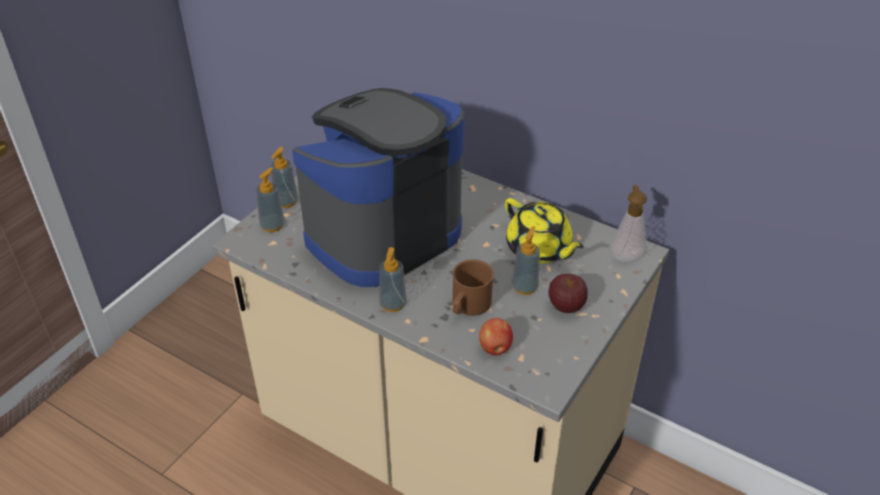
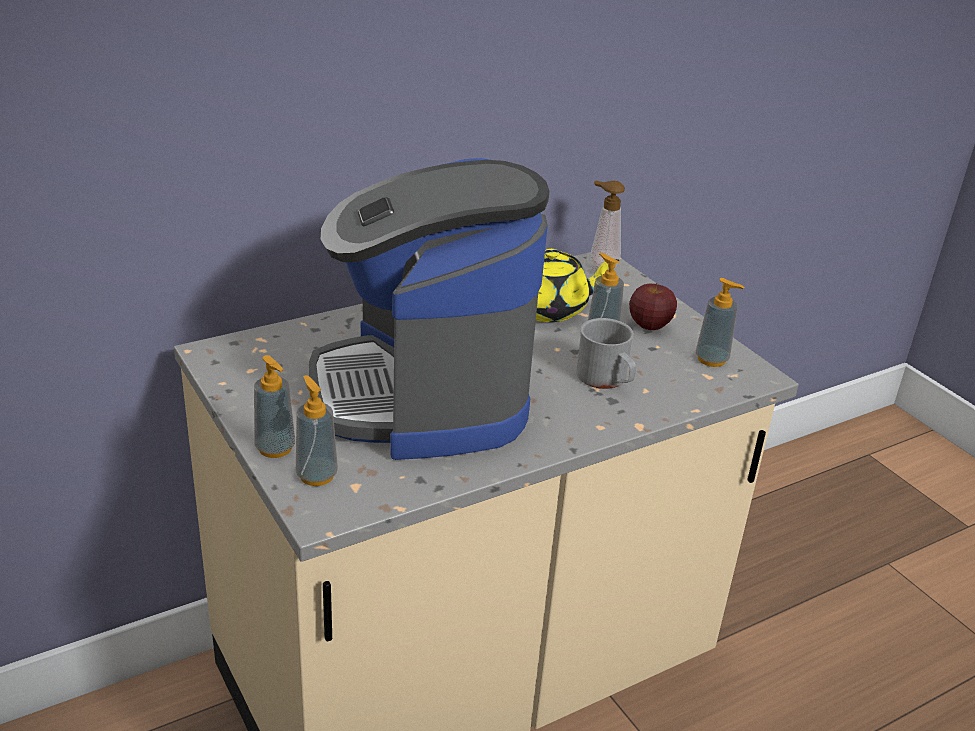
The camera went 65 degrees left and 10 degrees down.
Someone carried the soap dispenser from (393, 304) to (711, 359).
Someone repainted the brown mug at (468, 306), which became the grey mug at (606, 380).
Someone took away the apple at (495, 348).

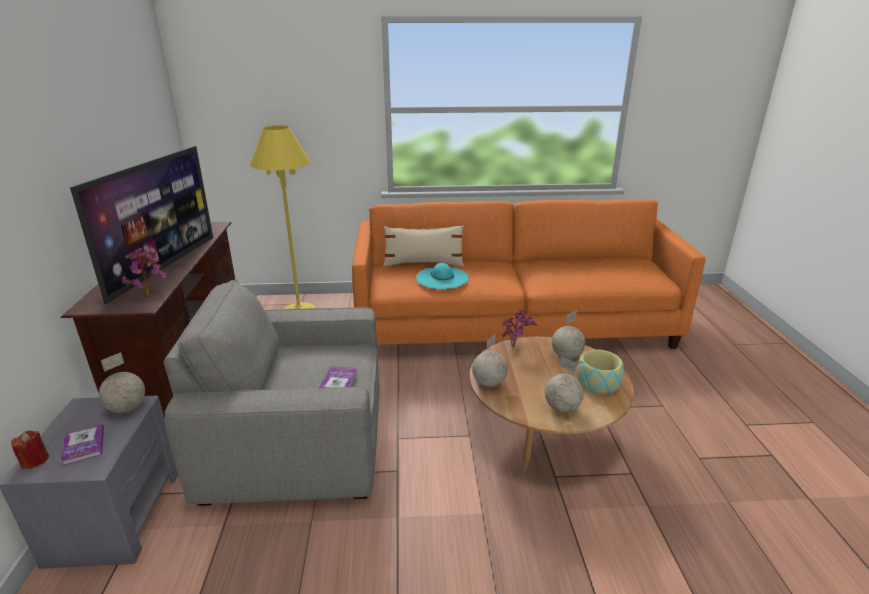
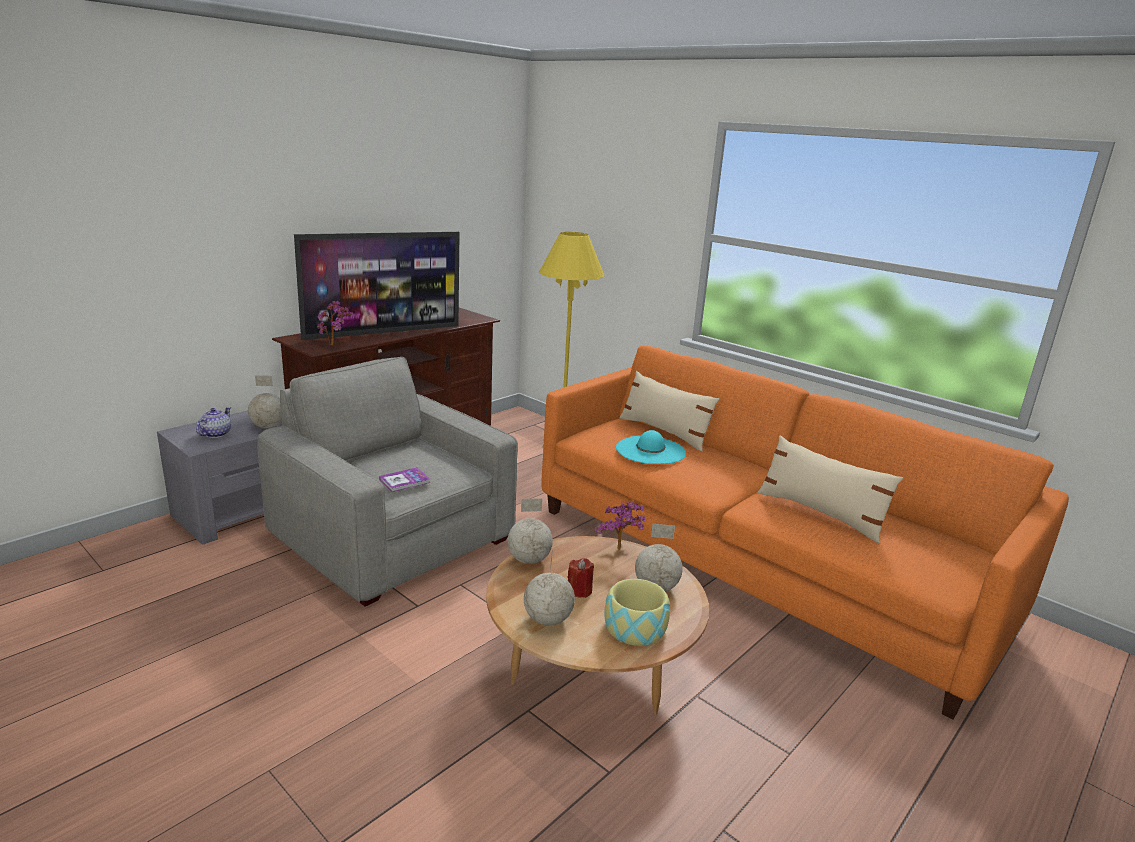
The camera went 45 degrees right and 5 degrees down.
Someone swapped the book at (83, 445) for the teapot at (215, 434).
Someone carried the red candle from (35, 460) to (579, 590).
Someone put down the beige pillow at (820, 513).

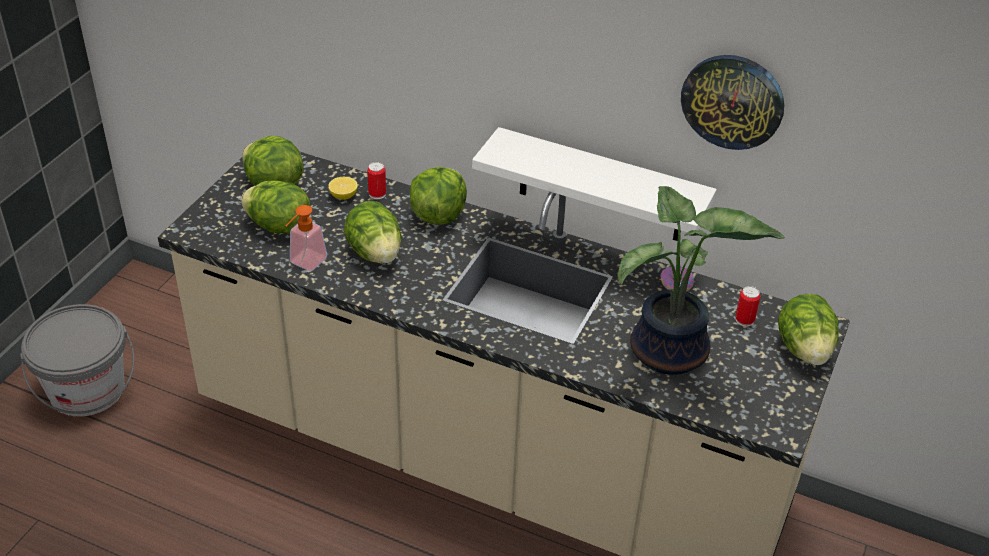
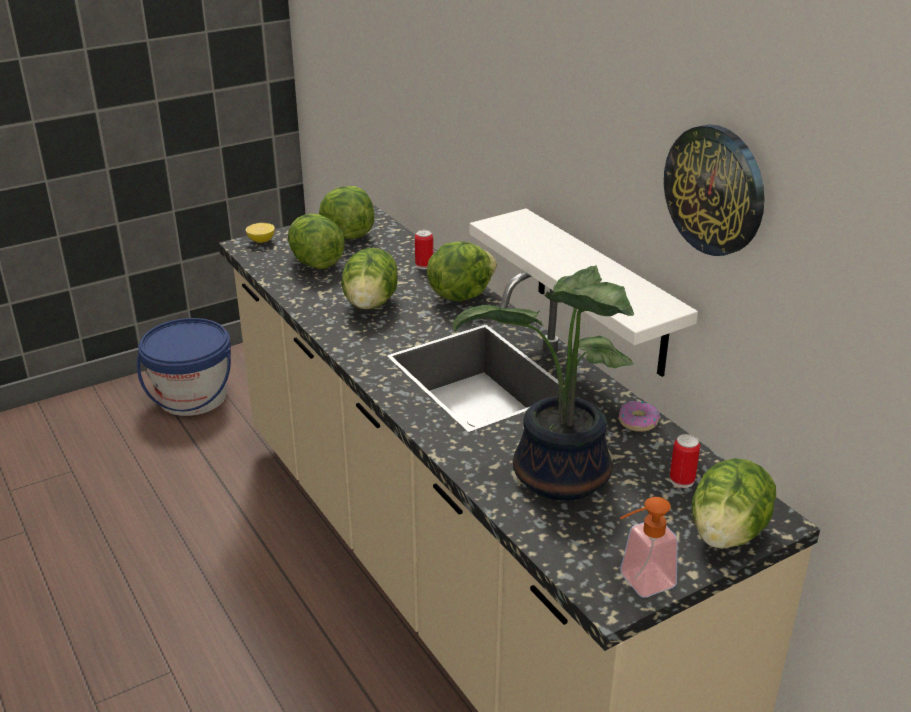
The camera went 35 degrees right and 10 degrees down.
Someone carried the lemon from (343, 196) to (261, 241).
Someone carried the soap dispenser from (304, 264) to (639, 583).
Someone repainted the grey bucket at (87, 390), which became the blue bucket at (193, 397).

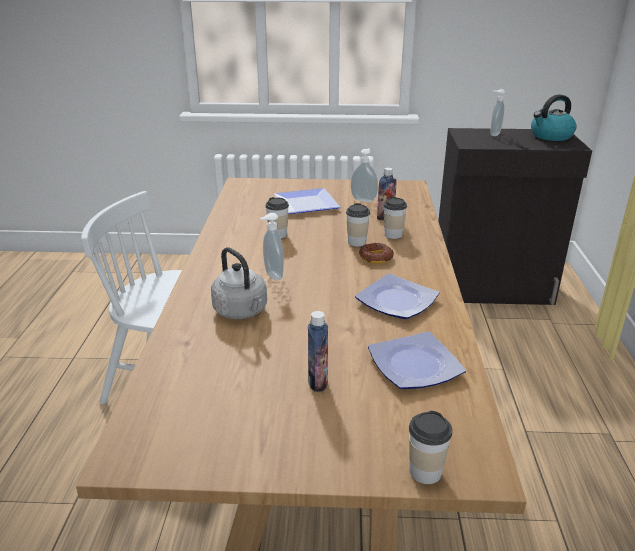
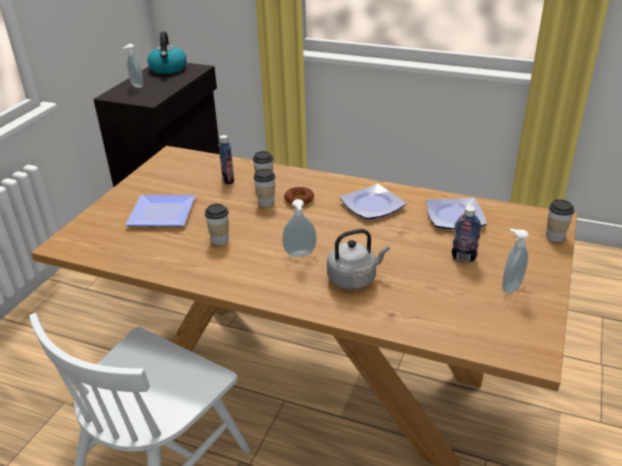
The camera went 70 degrees left and 5 degrees up.
Someone carried the soap dispenser from (364, 199) to (510, 287).

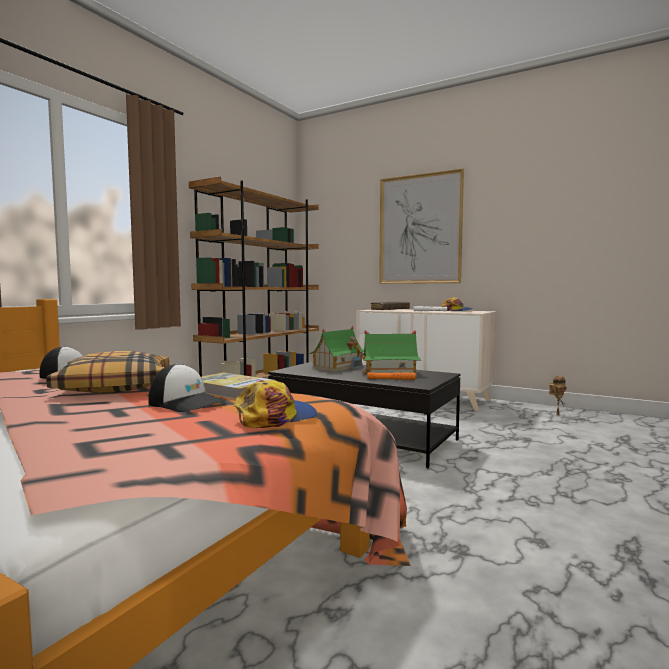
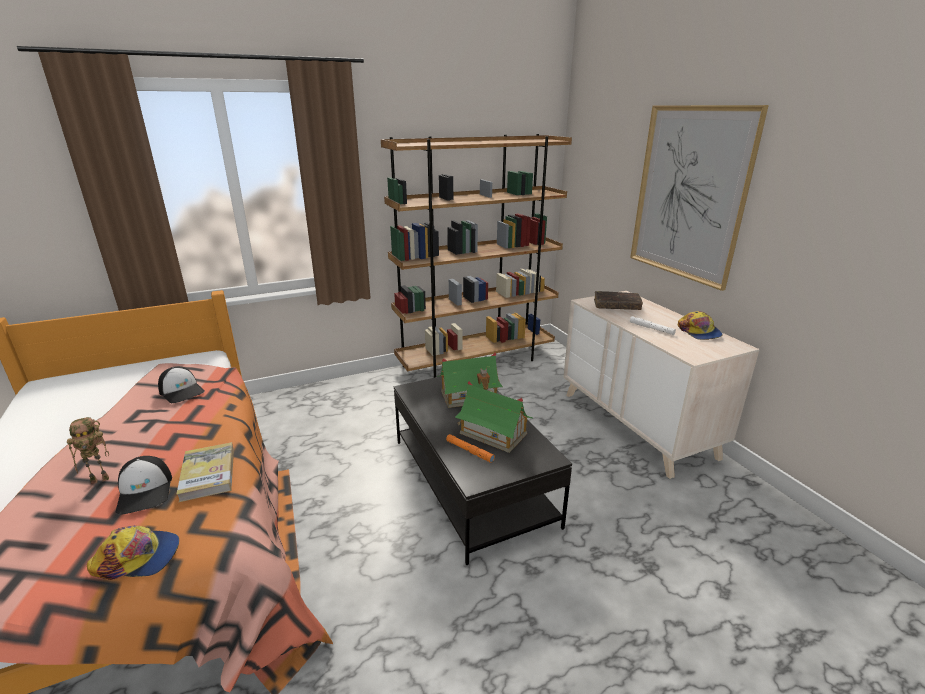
The camera went 35 degrees right and 20 degrees up.
Someone took away the pillow at (116, 386).
Someone carried the toy robot from (556, 414) to (101, 479).

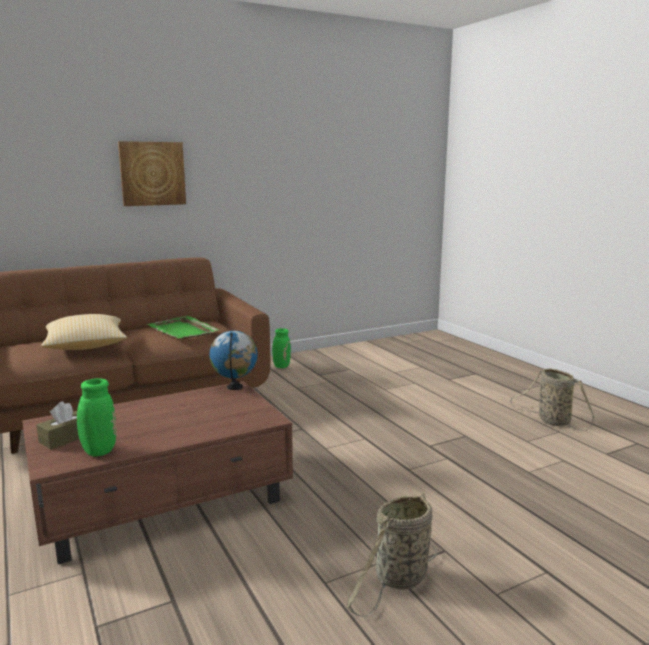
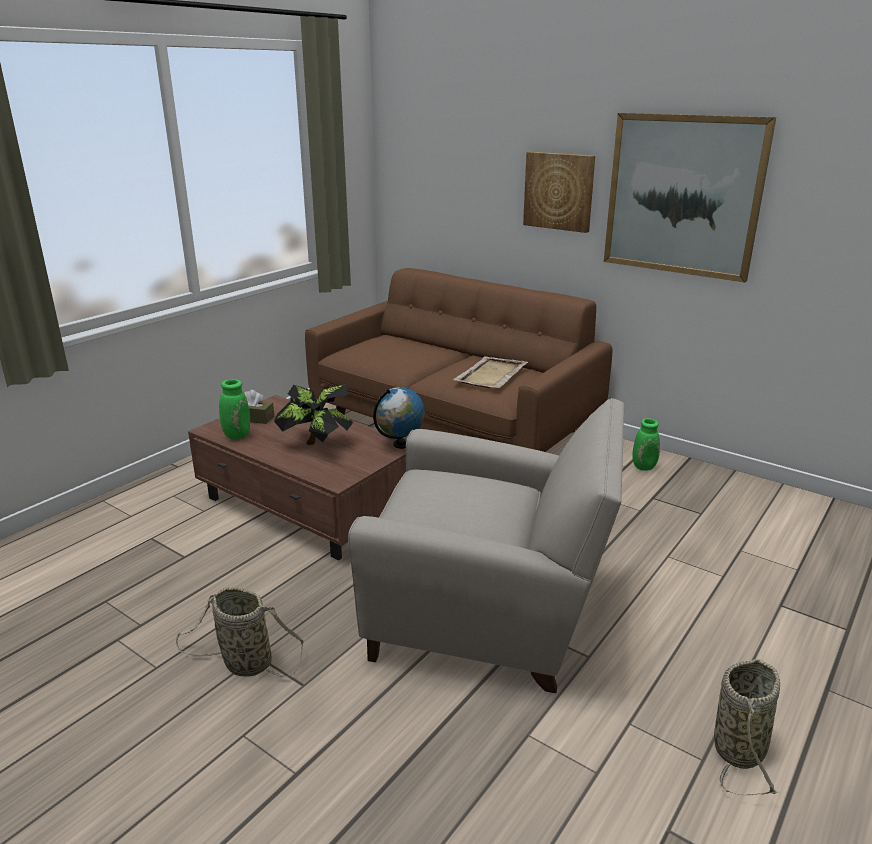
The camera went 65 degrees right and 10 degrees up.
Someone took away the pillow at (86, 347).
Someone repainted the green tray at (183, 330), which became the beige tray at (490, 375).
Someone put up the picture at (683, 195).
Someone put down the potted plant at (317, 446).
Someone put down the beige armchair at (491, 617).

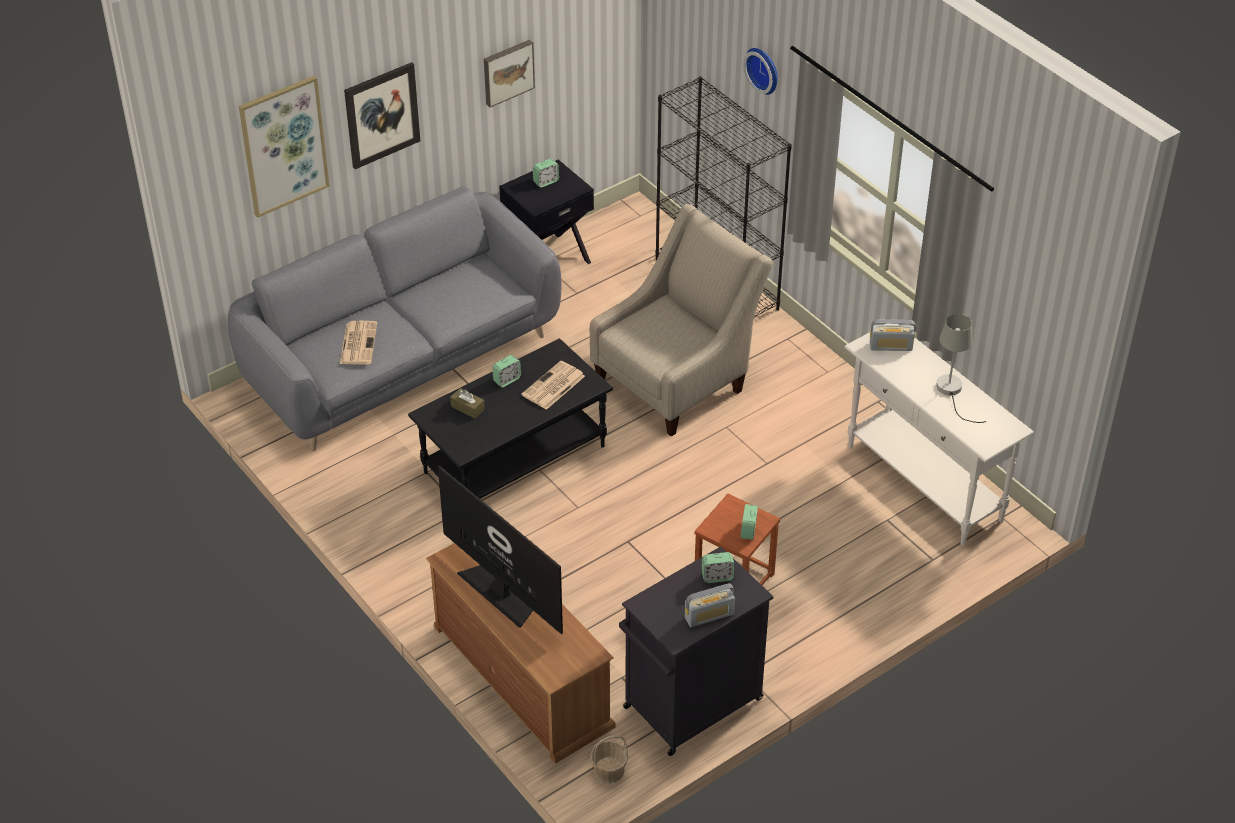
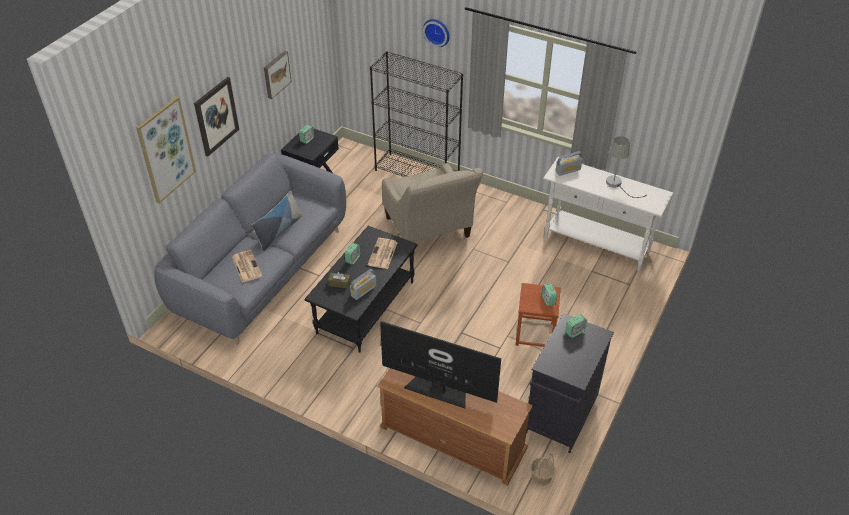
The camera went 25 degrees left and 0 degrees up.
Someone rotated the beige armchair at (677, 380) by 135 degrees clockwise.
Someone carried the radio from (709, 616) to (363, 291).
Someone put down the pillow at (279, 231).

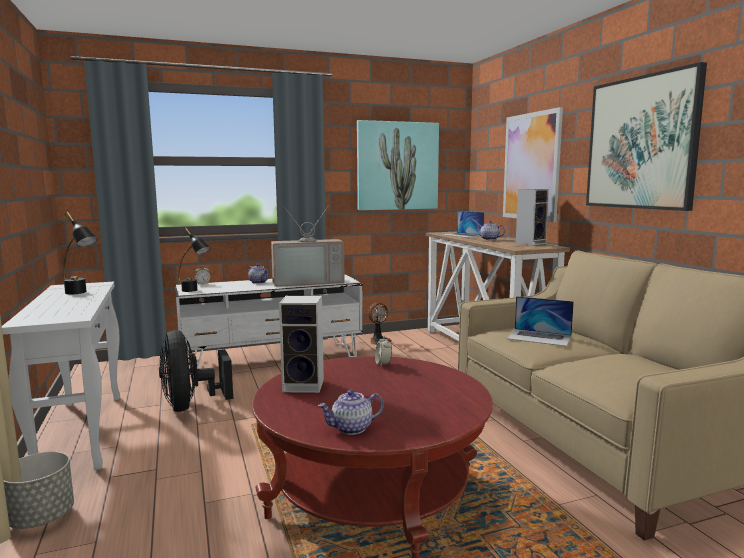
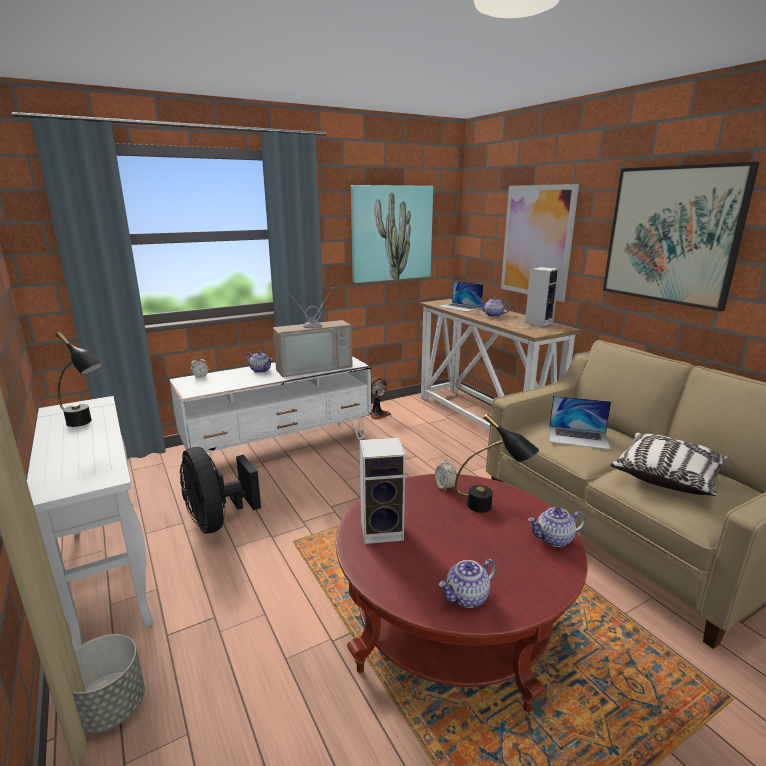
The camera went 10 degrees left and 10 degrees up.
Someone carried the black table lamp from (194, 291) to (491, 508).
Someone put down the pillow at (666, 476).
Someone put down the teapot at (554, 539).

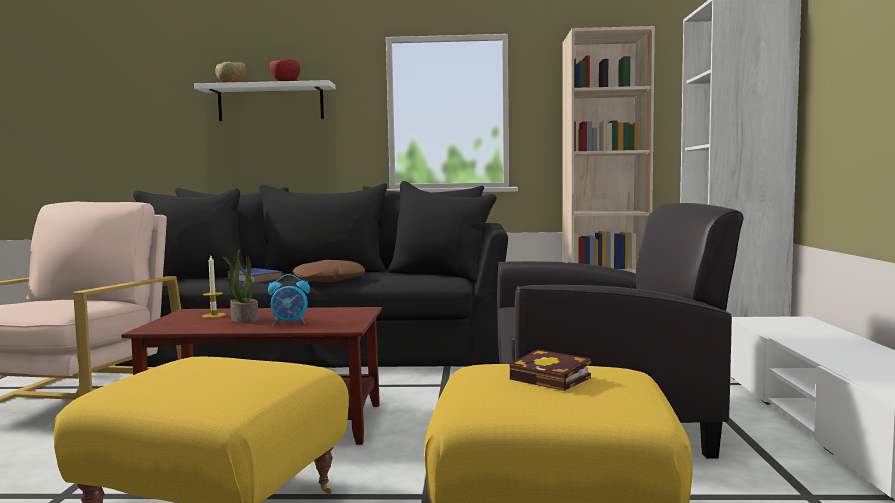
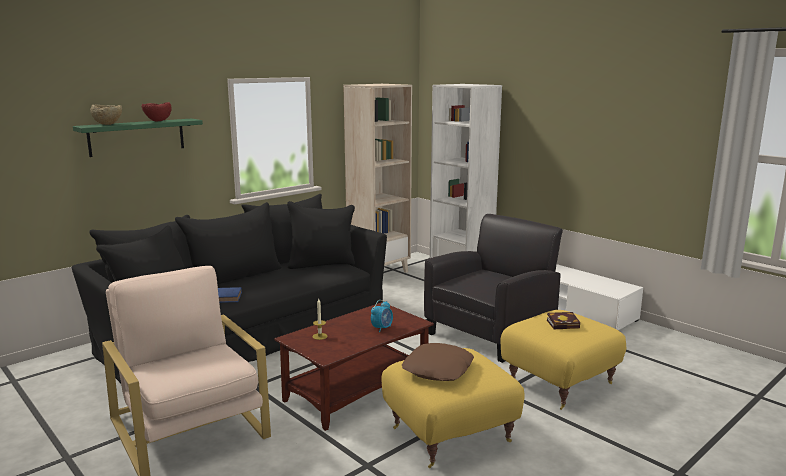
The camera went 45 degrees left and 10 degrees up.
Someone repainted the white shelf at (270, 103), which became the green shelf at (137, 137).
Someone took away the potted plant at (243, 320).
Someone carried the brown pillow from (329, 280) to (438, 369).

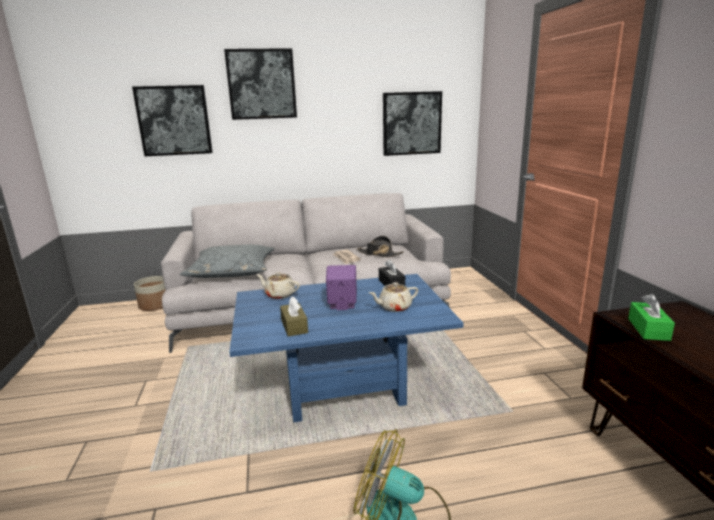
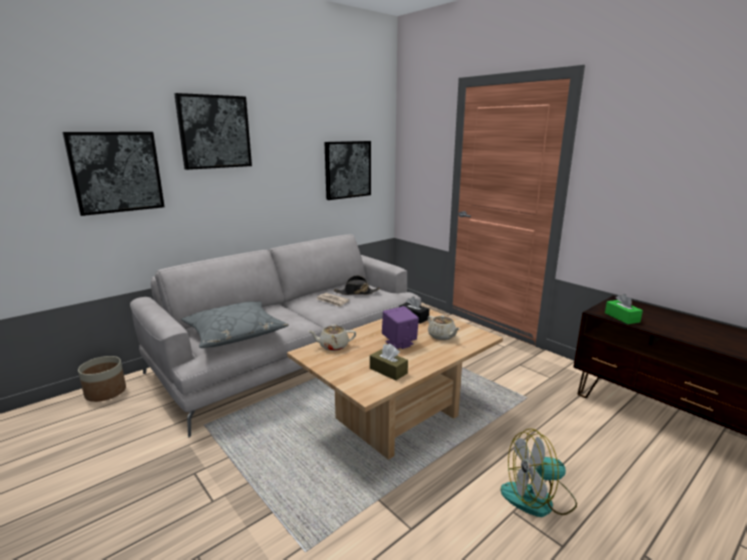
The camera went 30 degrees left and 0 degrees up.
Someone repainted the blue coffee table at (343, 387), which became the beige coffee table at (397, 417).
Someone rotated the beige teapot at (394, 307) by 75 degrees counterclockwise.

